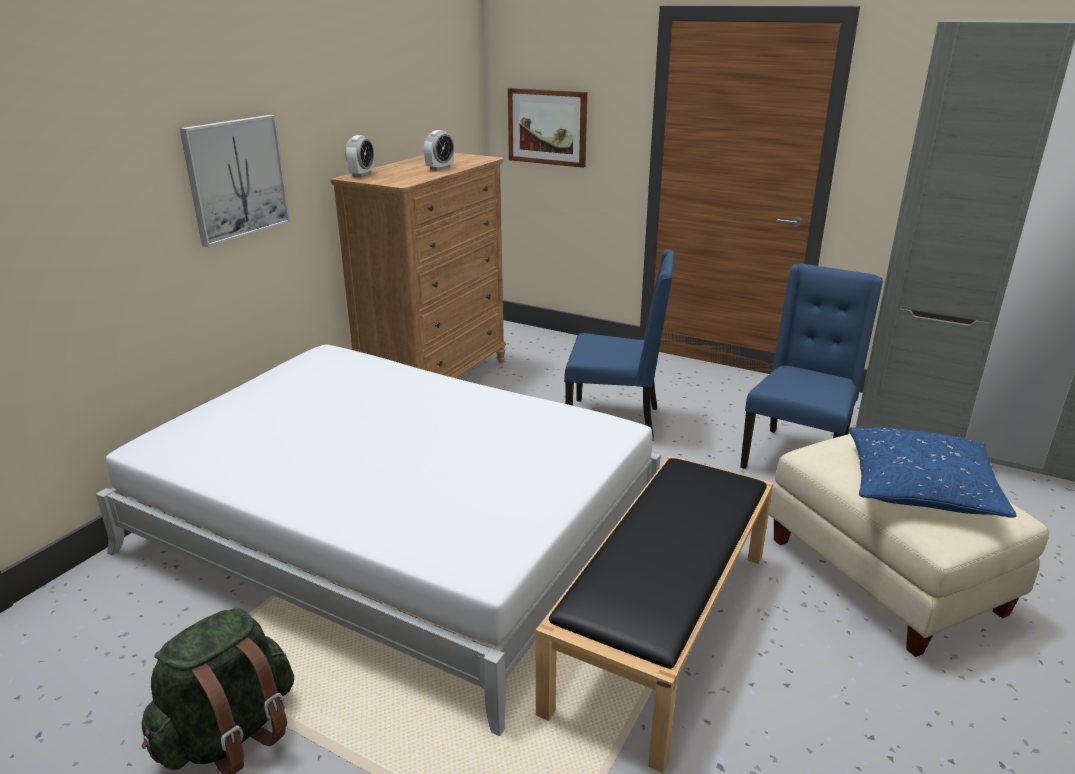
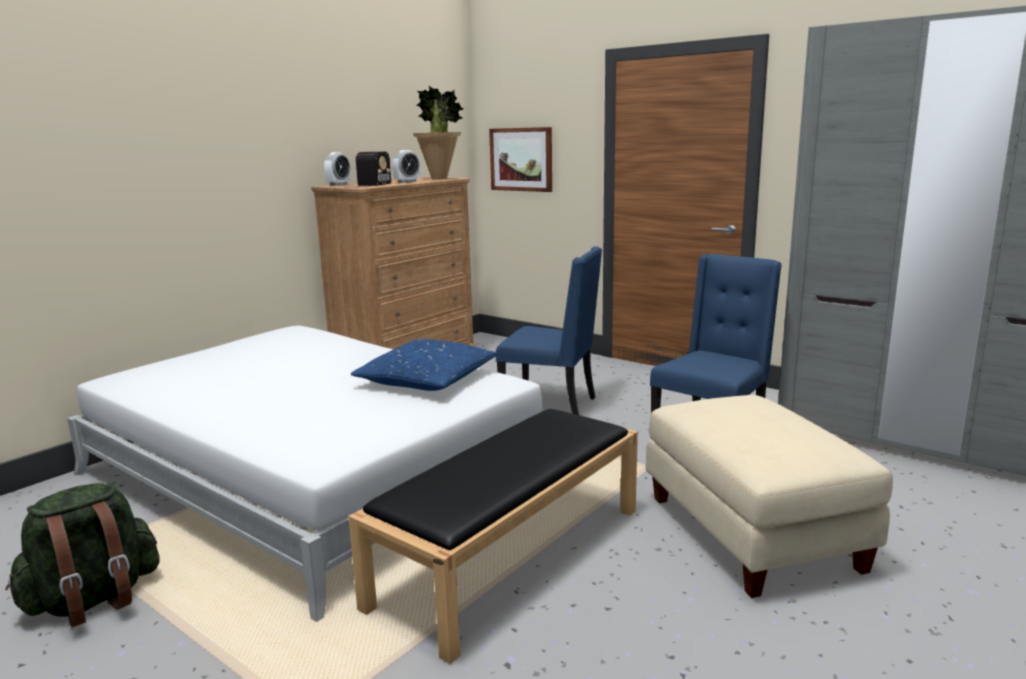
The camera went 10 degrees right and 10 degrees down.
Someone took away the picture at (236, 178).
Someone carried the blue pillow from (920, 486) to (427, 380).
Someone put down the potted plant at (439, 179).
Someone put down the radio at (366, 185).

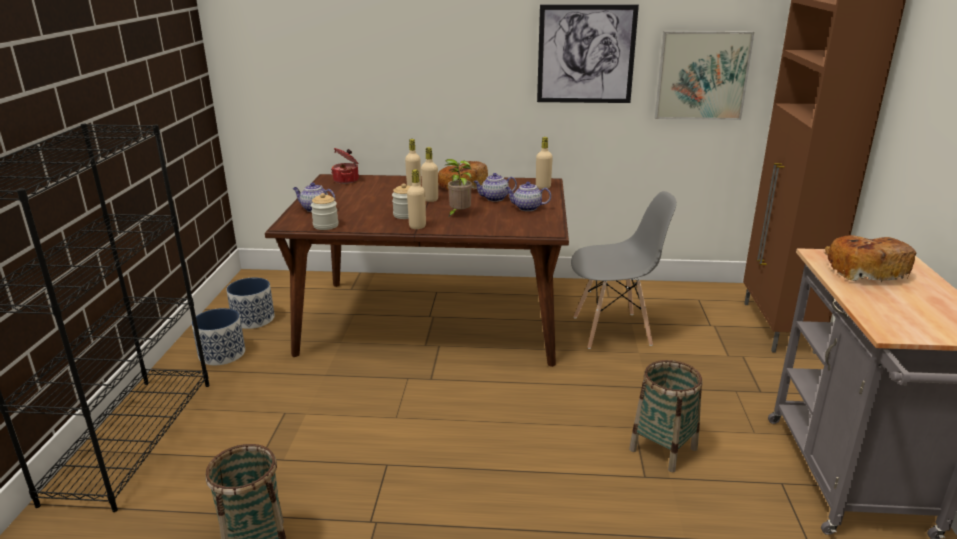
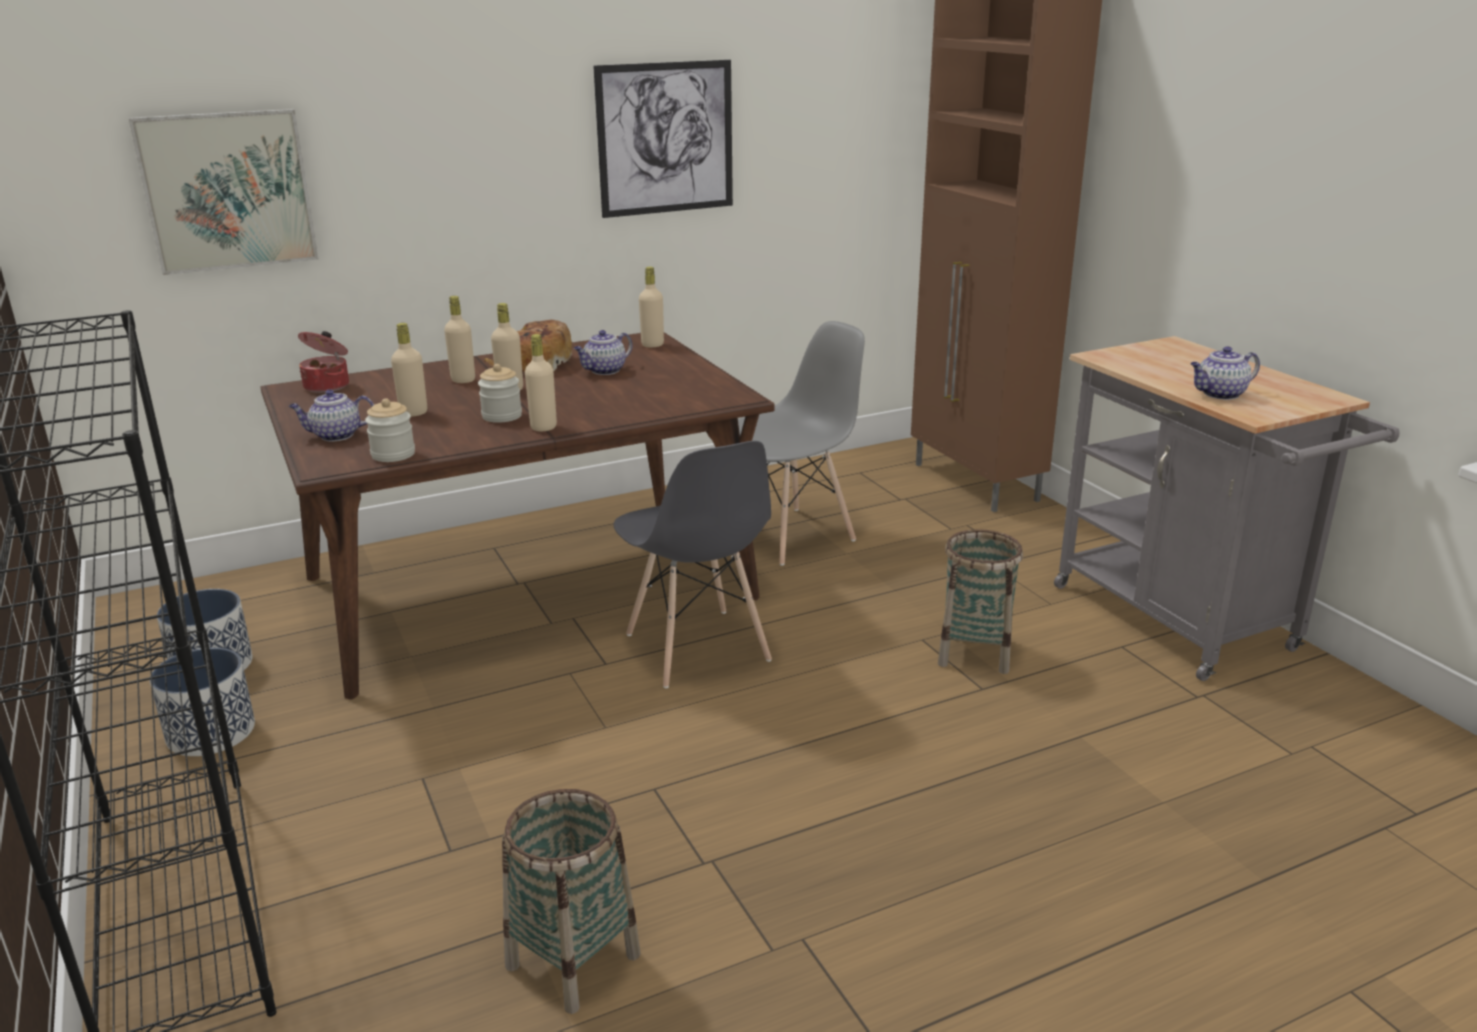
The camera went 30 degrees left and 0 degrees up.
Someone carried the picture from (702, 75) to (227, 191).
Someone took away the potted plant at (458, 214).
Someone carried the teapot from (526, 208) to (1219, 394).
Someone took away the bread at (865, 270).
Someone put down the beige bottle at (413, 413).
Someone put down the grey chair at (697, 648).

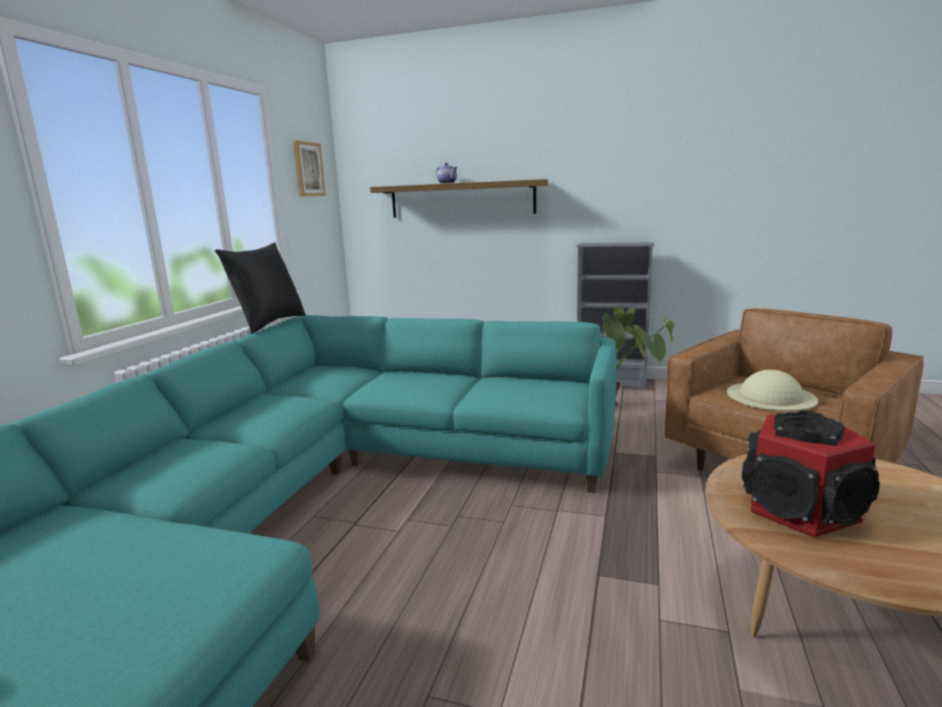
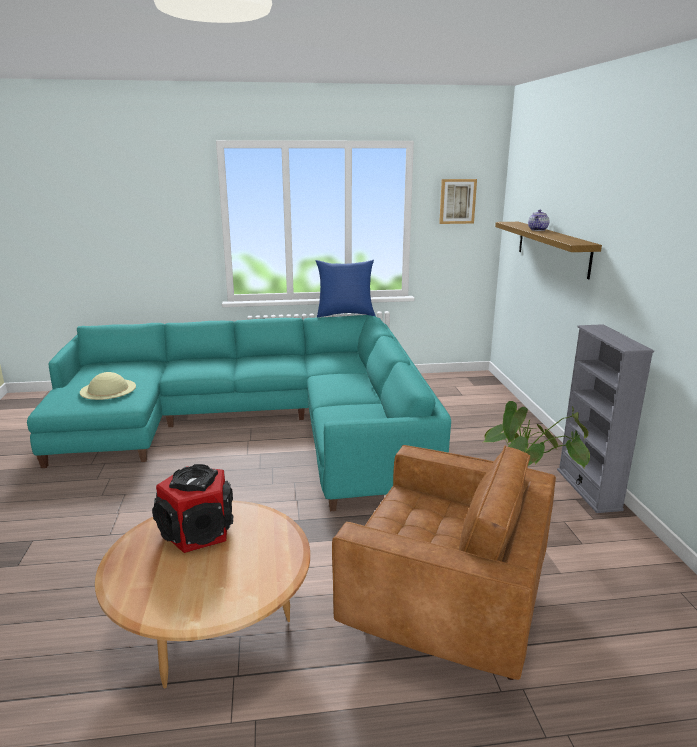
The camera went 65 degrees right and 5 degrees up.
Someone repainted the black pillow at (269, 323), which became the blue pillow at (345, 314).
Someone carried the beige hat from (771, 396) to (108, 389).

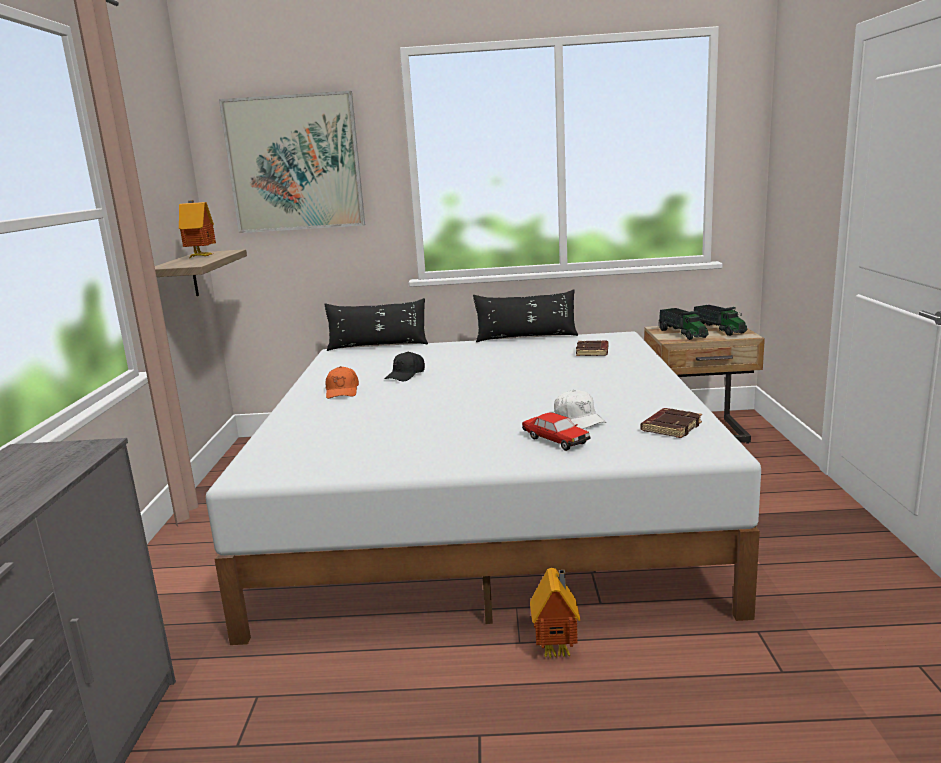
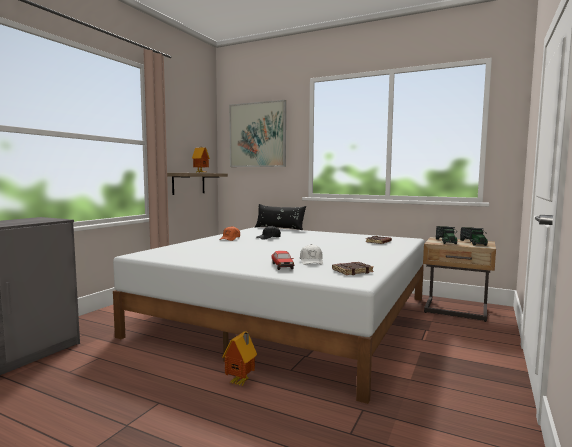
The camera went 25 degrees right and 10 degrees down.
Someone took away the black pillow at (526, 337).

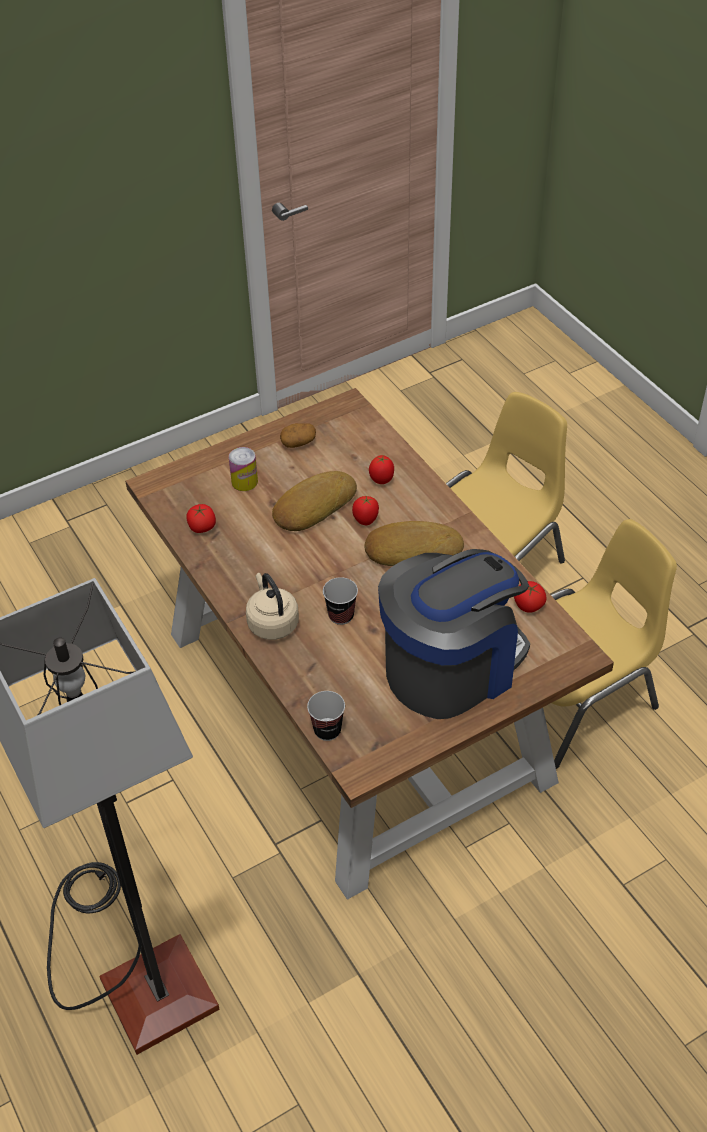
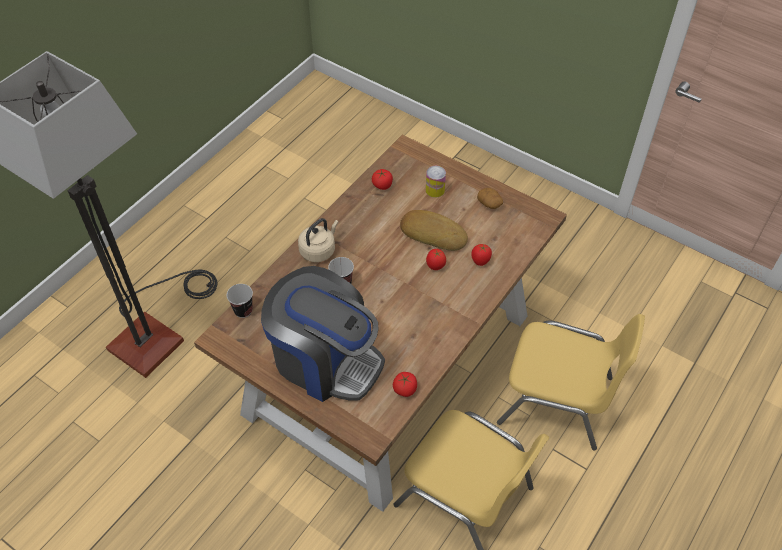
The camera went 65 degrees right and 5 degrees up.
Someone took away the bread at (412, 549).

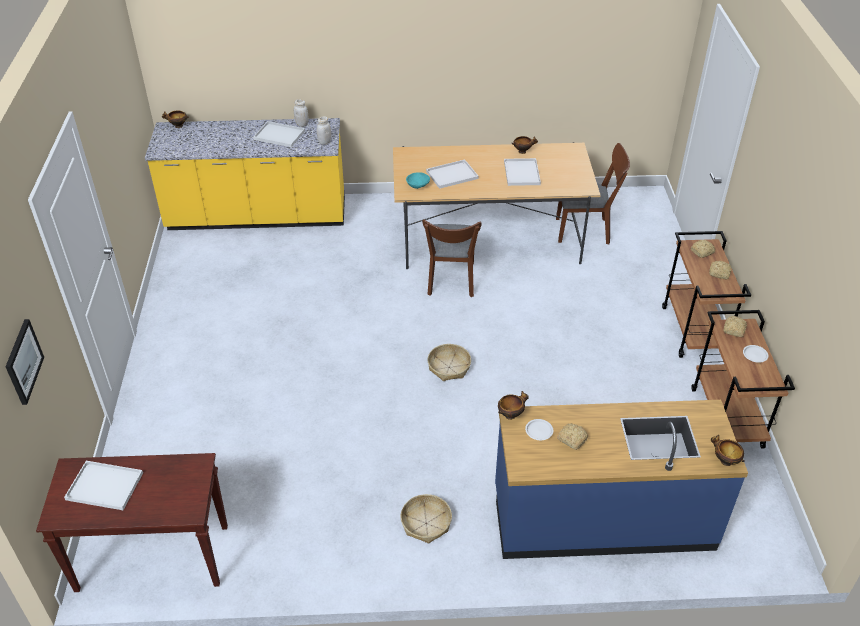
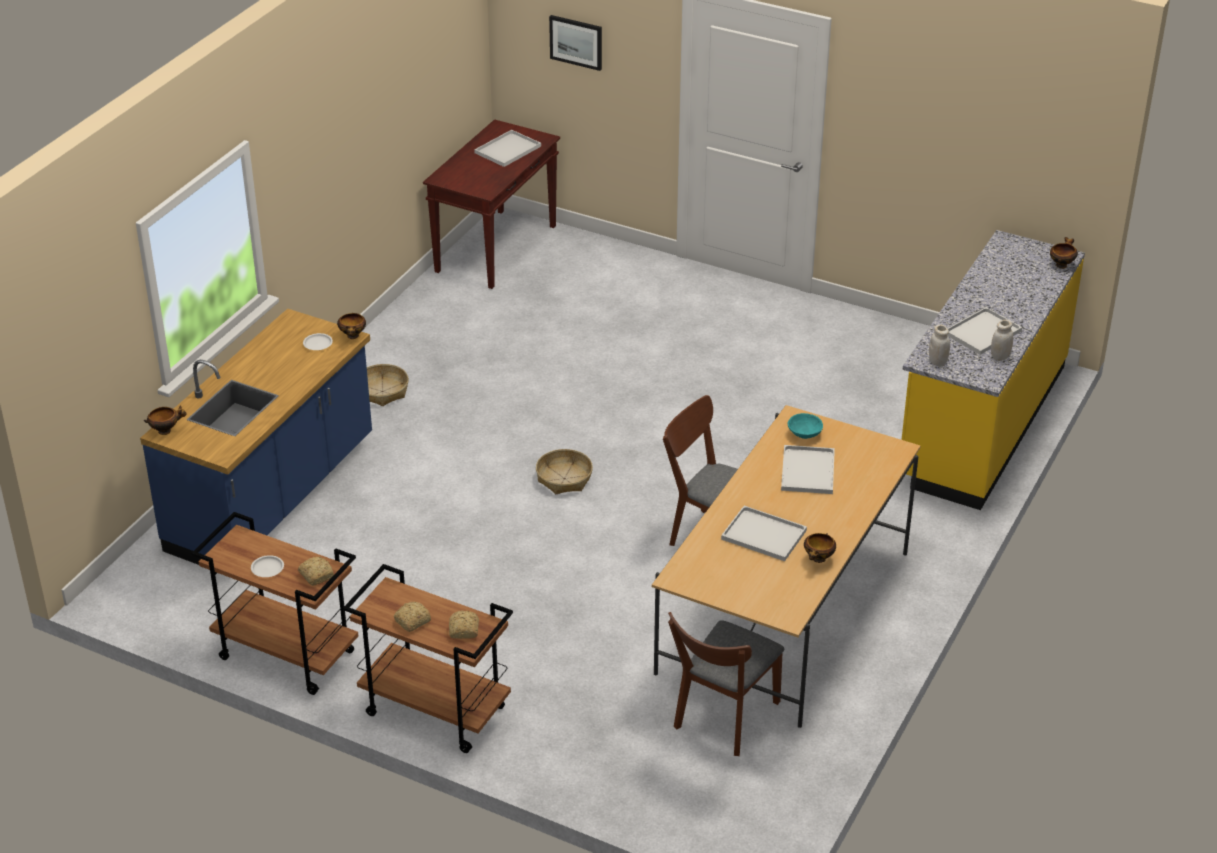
The camera went 120 degrees right and 5 degrees down.
Someone took away the bread at (571, 439).

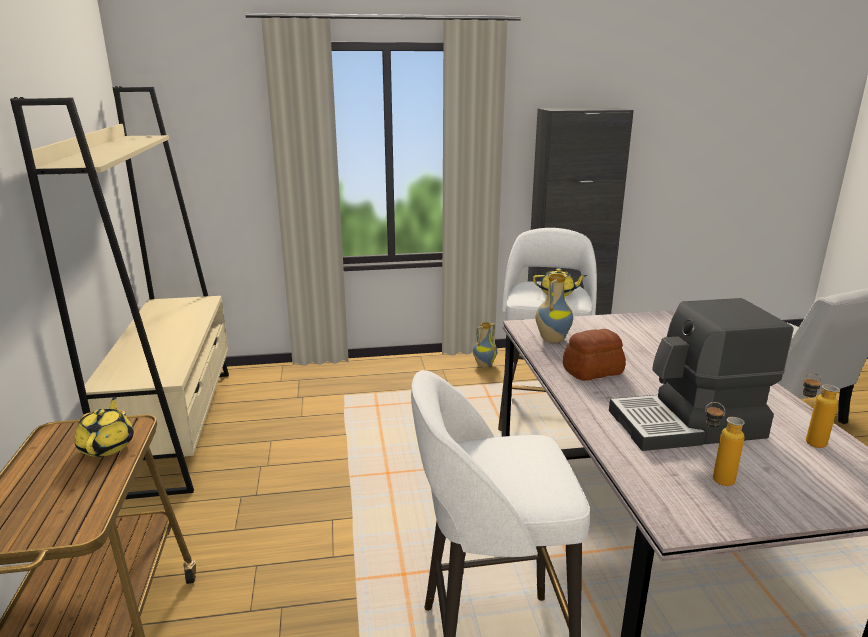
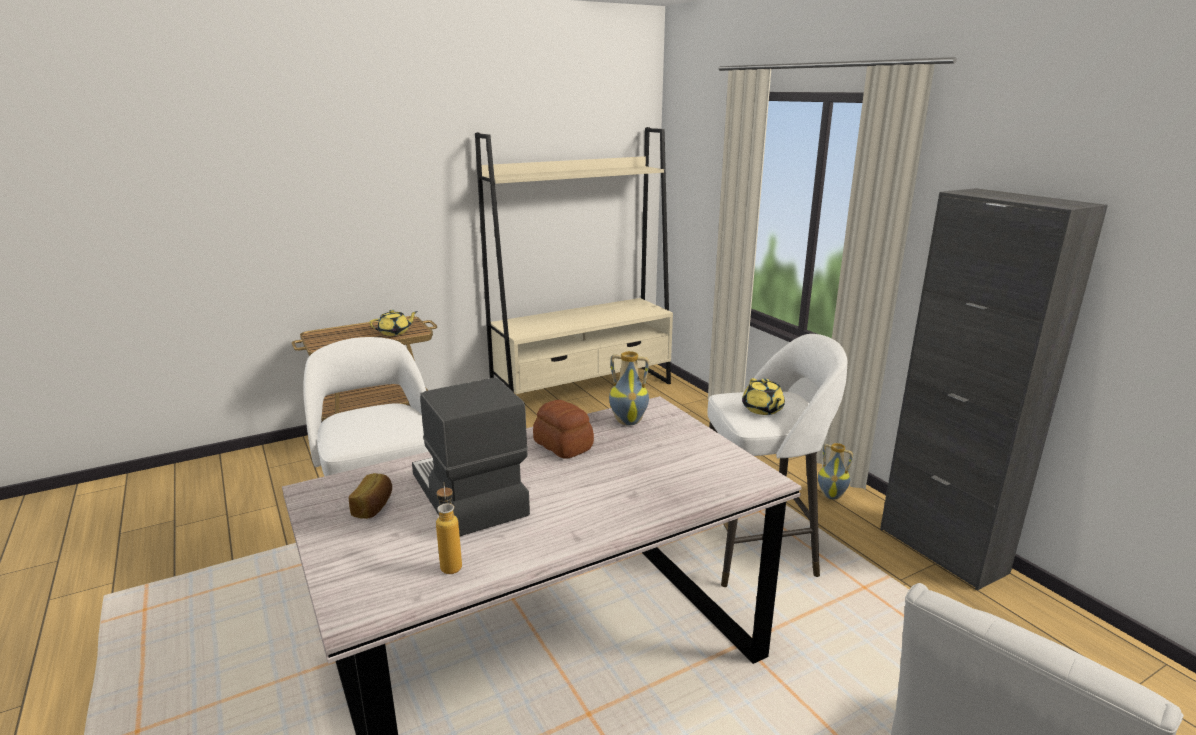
The camera went 70 degrees right and 0 degrees up.
Someone swapped the bottle at (714, 478) for the bread at (374, 507).

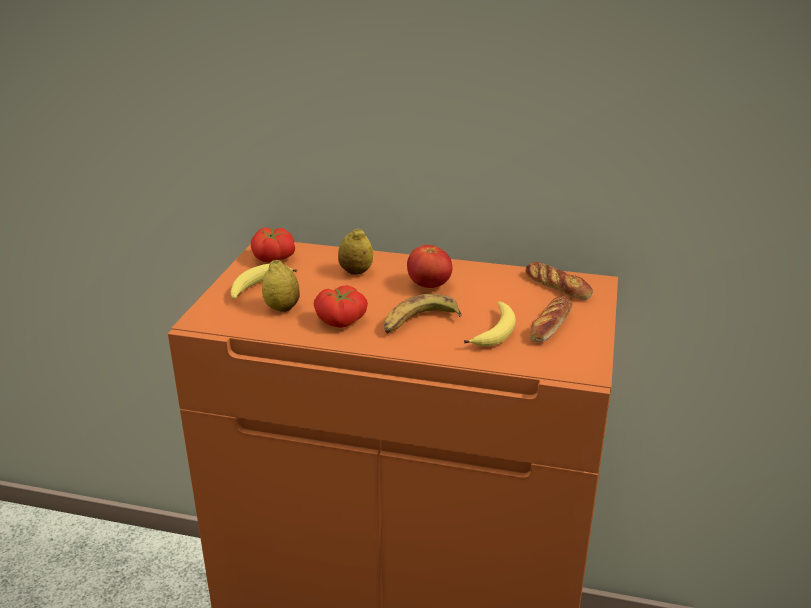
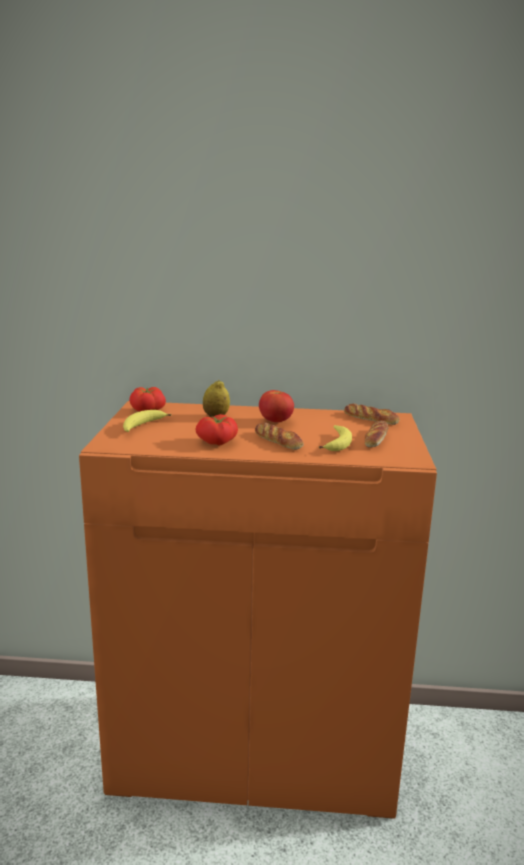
The camera went 10 degrees left and 10 degrees down.
Someone took away the lemon at (282, 308).
Someone swapped the banana at (419, 322) for the bread at (278, 441).

